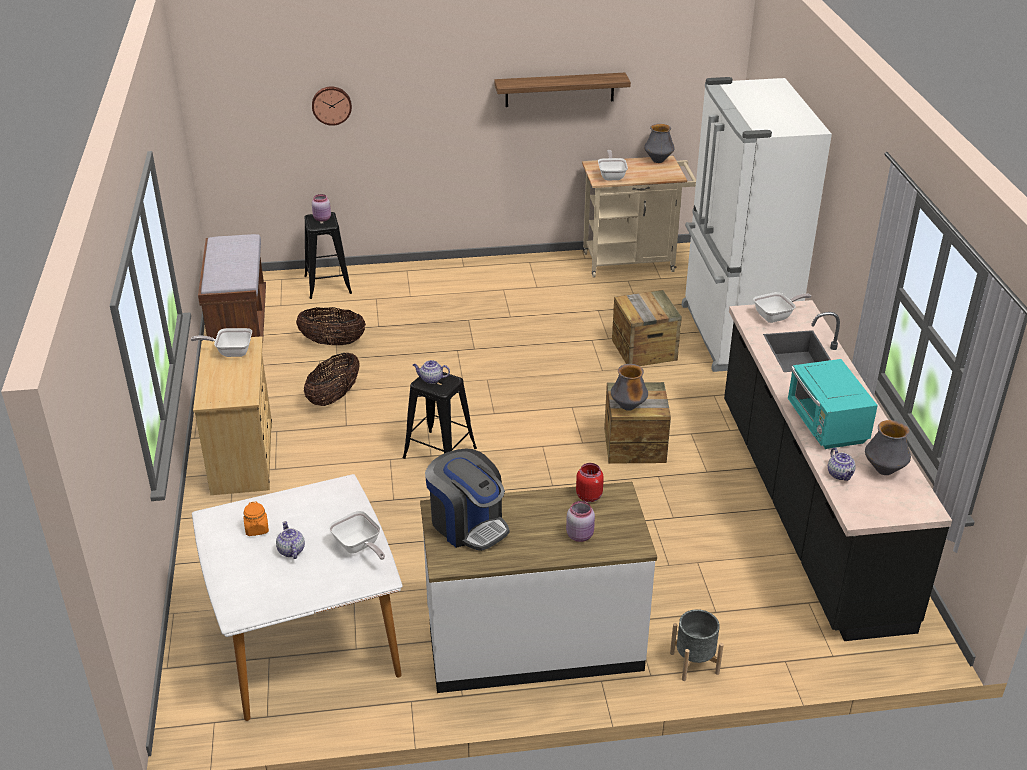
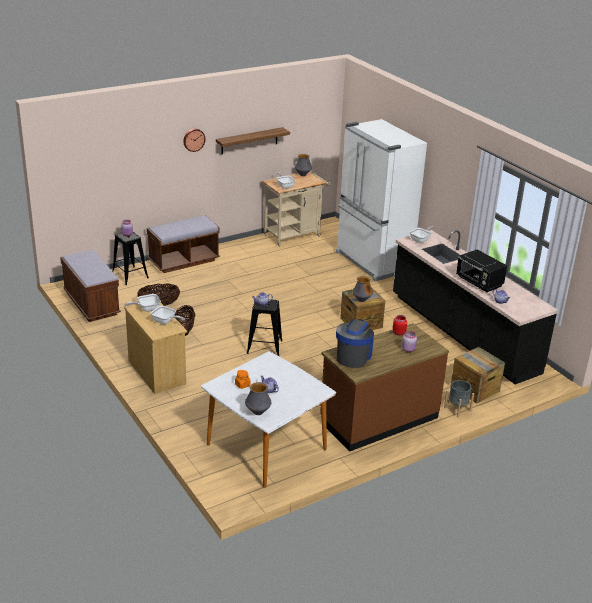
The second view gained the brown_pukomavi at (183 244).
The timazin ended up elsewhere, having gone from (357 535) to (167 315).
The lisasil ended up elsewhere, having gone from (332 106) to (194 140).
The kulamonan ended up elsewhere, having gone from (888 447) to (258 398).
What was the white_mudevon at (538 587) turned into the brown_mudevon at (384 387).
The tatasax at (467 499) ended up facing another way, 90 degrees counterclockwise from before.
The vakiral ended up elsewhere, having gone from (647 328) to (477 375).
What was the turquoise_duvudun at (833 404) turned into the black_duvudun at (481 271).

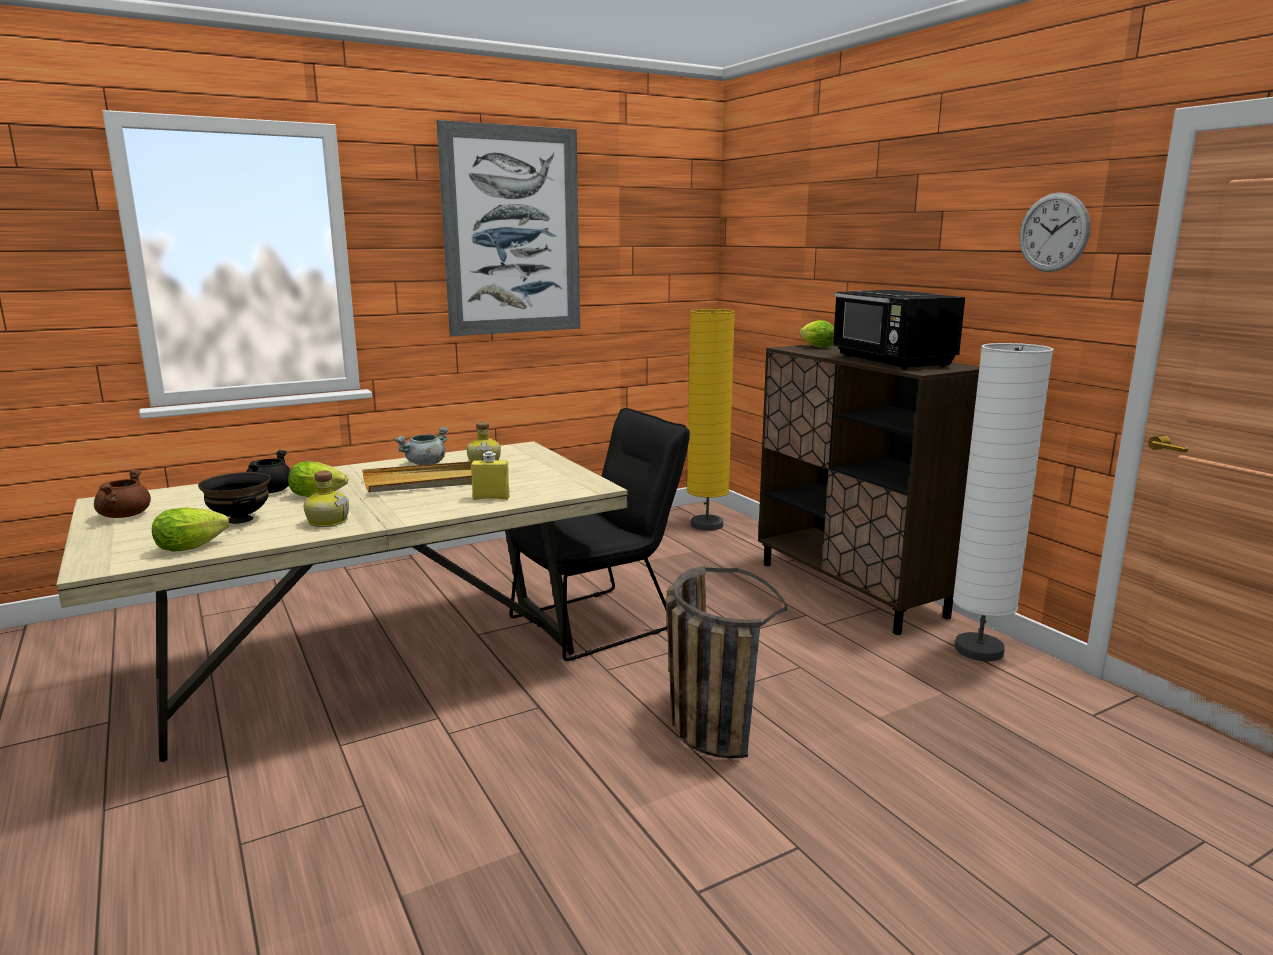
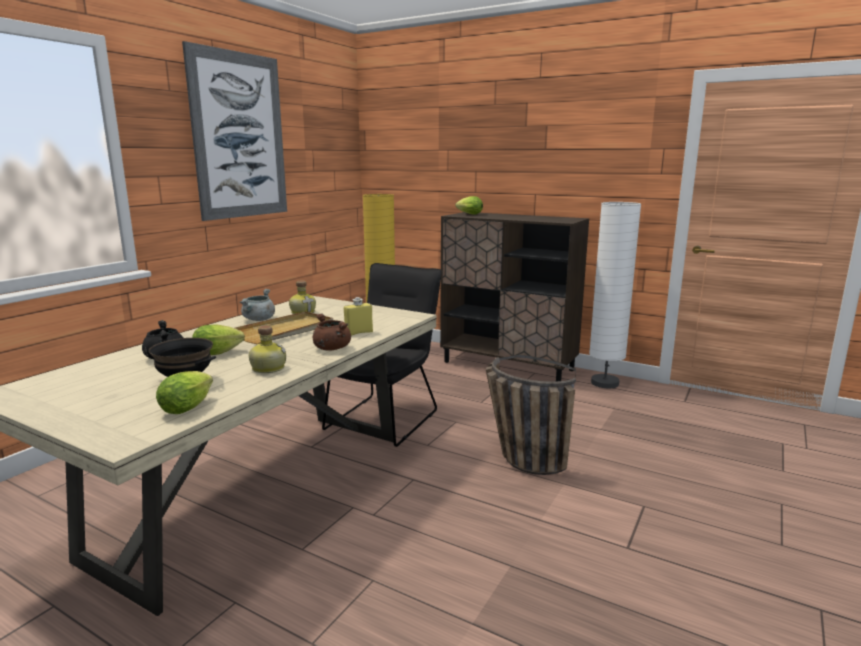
The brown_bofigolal ended up elsewhere, having gone from (122 493) to (332 332).
The second view lost the black_duvudun at (899 330).
The second view lost the lisasil at (1055 232).

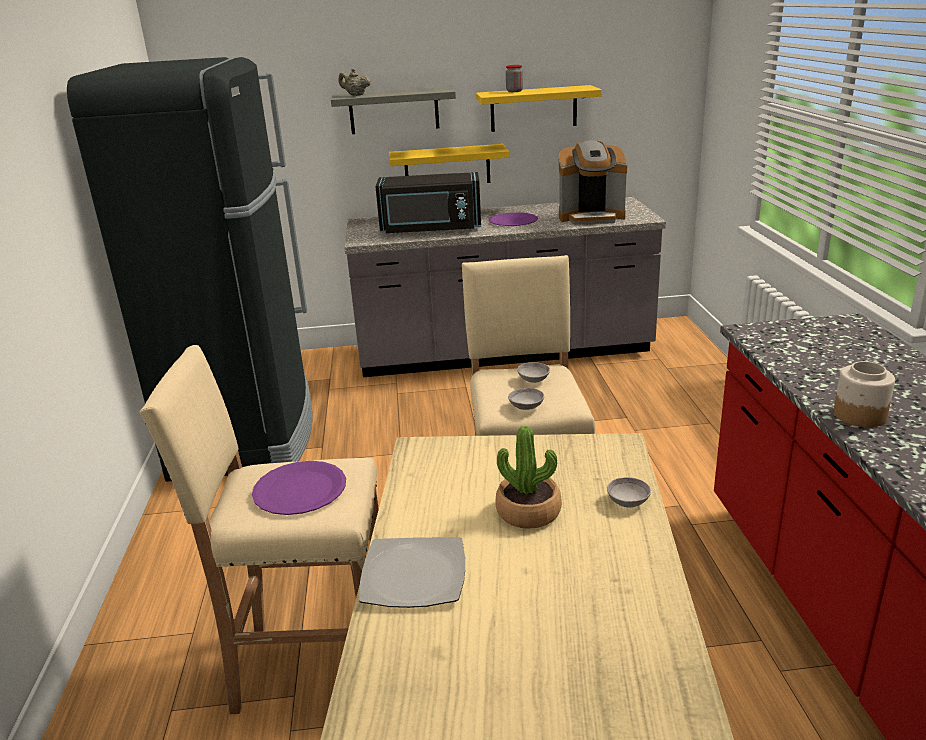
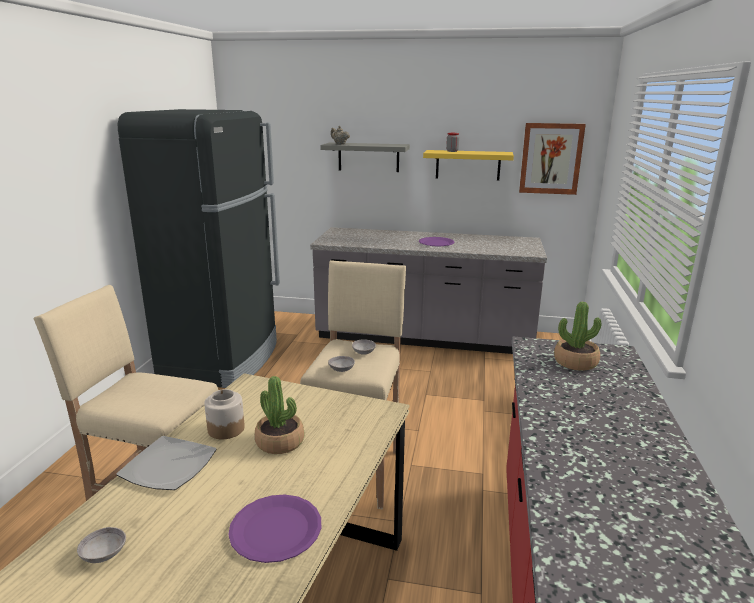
The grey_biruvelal ended up elsewhere, having gone from (629 492) to (101 545).
The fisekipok ended up elsewhere, having gone from (864 394) to (224 414).
The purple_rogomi ended up elsewhere, having gone from (299 488) to (274 529).
The second view gained the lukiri at (552 159).
The second view gained the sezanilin at (578 336).
The second view lost the black_duvudun at (428 203).
The second view lost the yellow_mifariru at (449 163).
The second view lost the tatasax at (593 182).

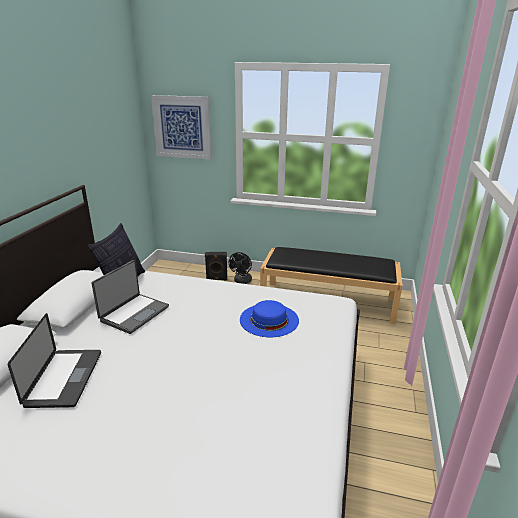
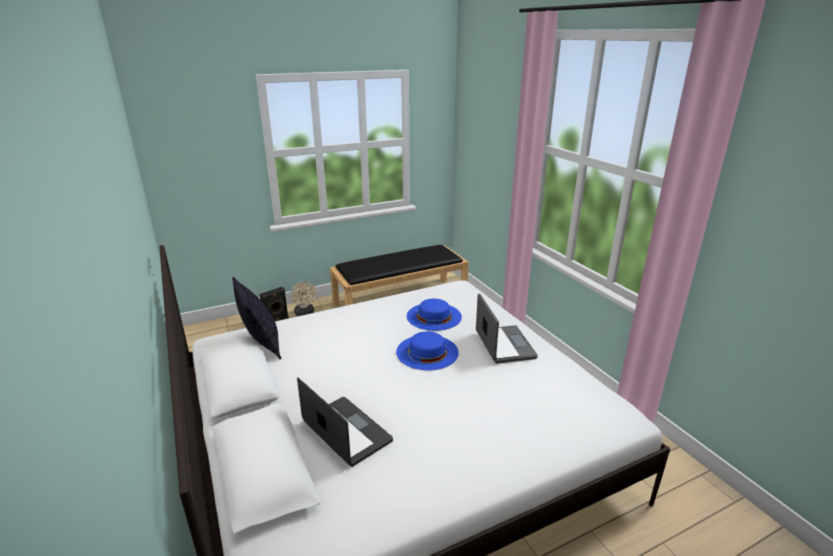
What was the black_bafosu at (240 268) turned into the beige_bafosu at (304 298).
The second view gained the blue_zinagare at (427 351).
The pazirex ended up elsewhere, having gone from (130 297) to (507 329).
The second view lost the lukiri at (181 127).

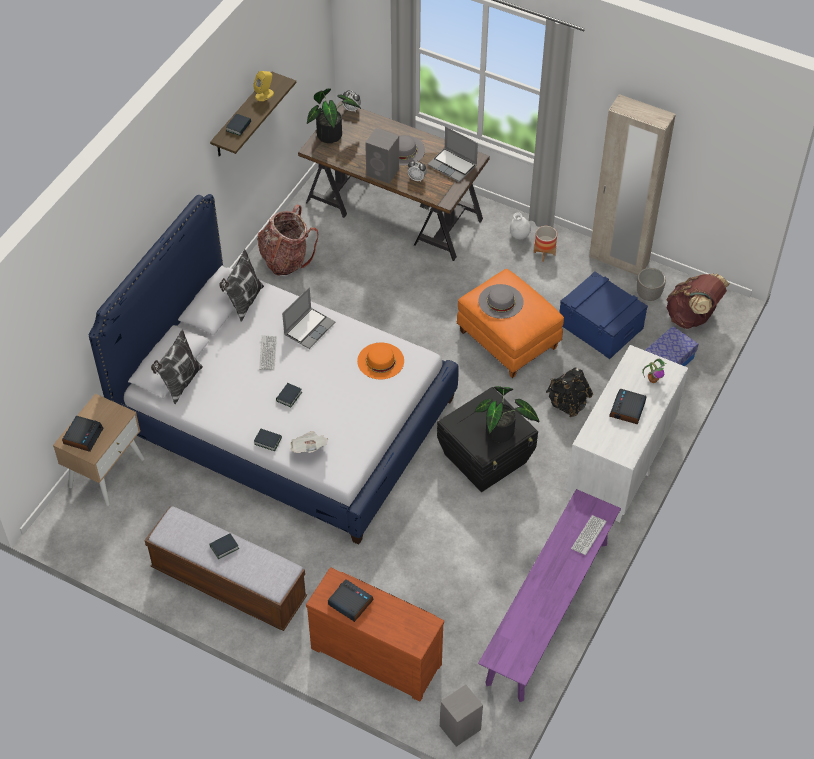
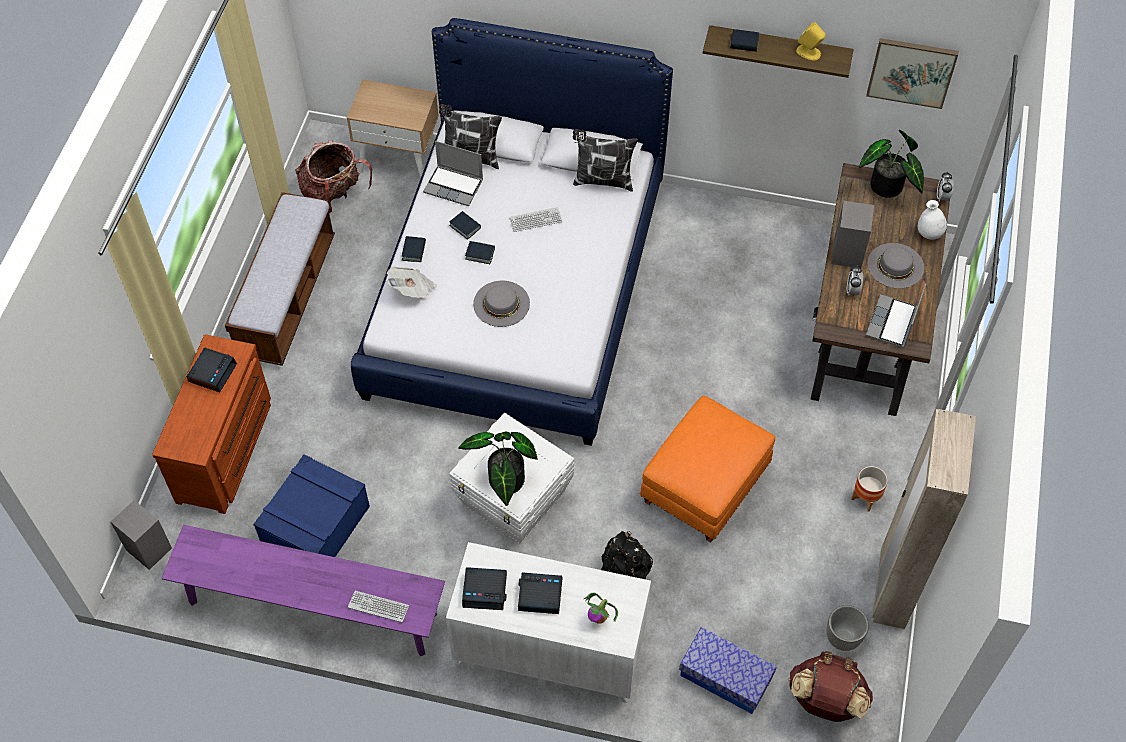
The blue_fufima ended up elsewhere, having gone from (603 315) to (311 505).
The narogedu ended up elsewhere, having gone from (287 240) to (333 176).
The pazirex ended up elsewhere, having gone from (308 318) to (453 173).
The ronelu ended up elsewhere, having gone from (224 546) to (465 225).
What was the black_fufima at (487 439) turned into the white_fufima at (511 478).
The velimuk ended up elsewhere, having gone from (82 434) to (484 588).
The grey_zinagare ended up elsewhere, having gone from (501 301) to (501 304).
The second view gained the lukiri at (912 73).
The white_kulamonan ended up elsewhere, having gone from (520 225) to (932 219).
The second view lost the orange_zinagare at (380 361).

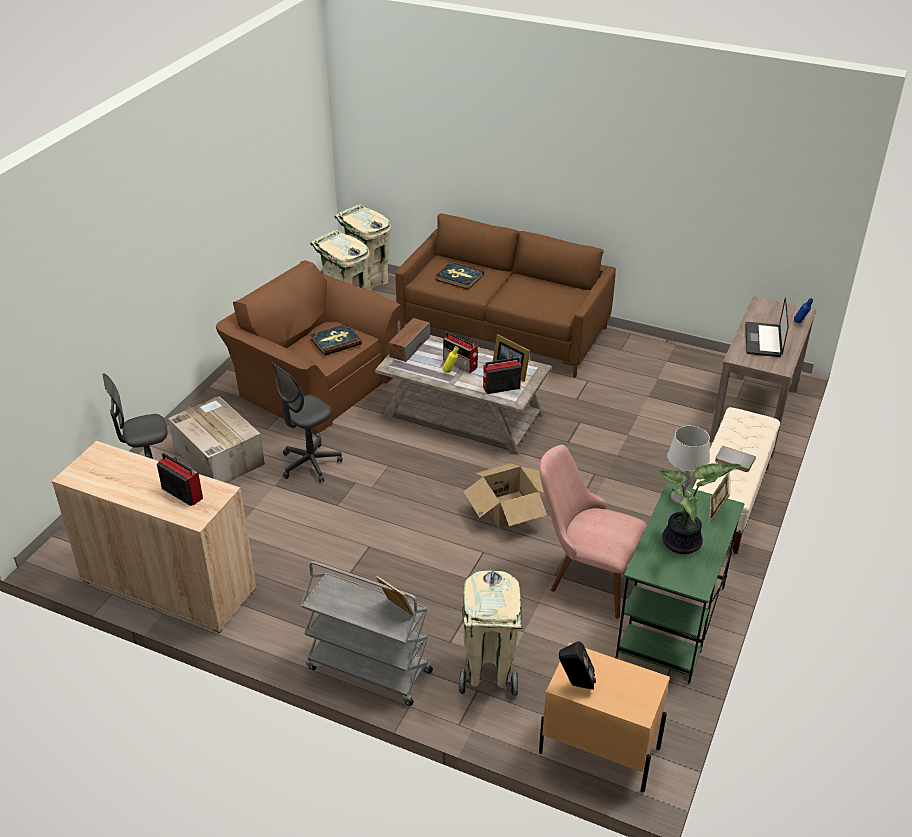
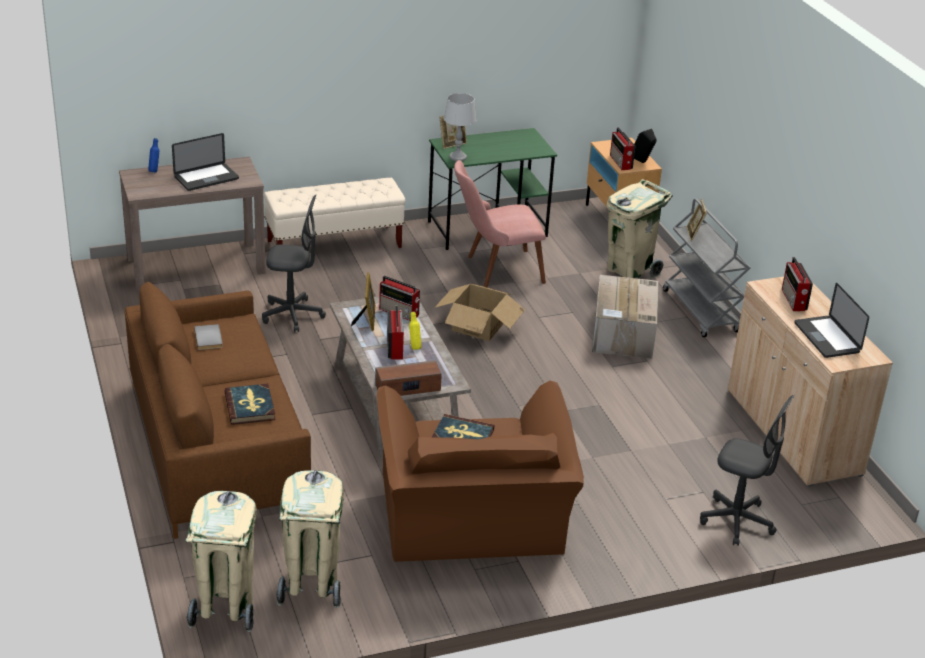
The grey_ronelu ended up elsewhere, having gone from (735 459) to (208 337).
The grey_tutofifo ended up elsewhere, having gone from (307 422) to (294 263).
The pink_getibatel at (593 532) ended up facing another way, 90 degrees clockwise from before.
The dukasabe ended up elsewhere, having gone from (216 439) to (625 317).
The second view gained the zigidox at (622 148).
The second view gained the pazirex at (831 320).
The second view lost the sezanilin at (699 508).

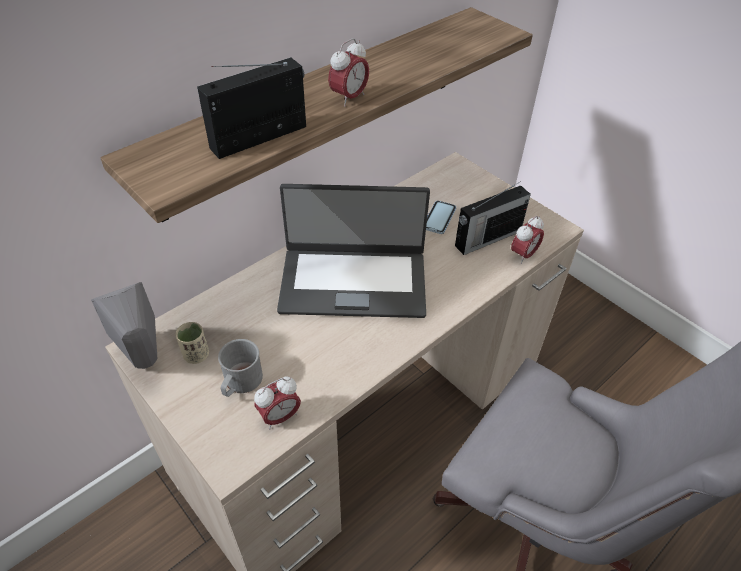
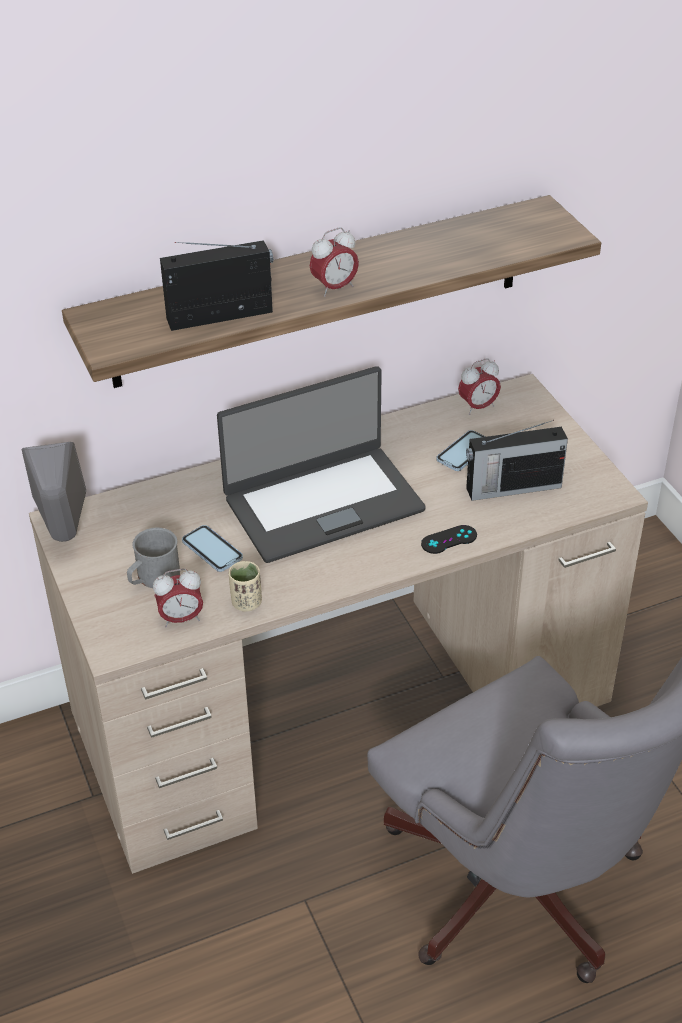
The second view gained the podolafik at (212 548).
The pazirex at (353 251) ended up facing another way, 45 degrees counterclockwise from before.
The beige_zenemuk ended up elsewhere, having gone from (192 343) to (245 586).
The second view gained the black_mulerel at (449 539).
The velimuk ended up elsewhere, having gone from (527 240) to (479 386).

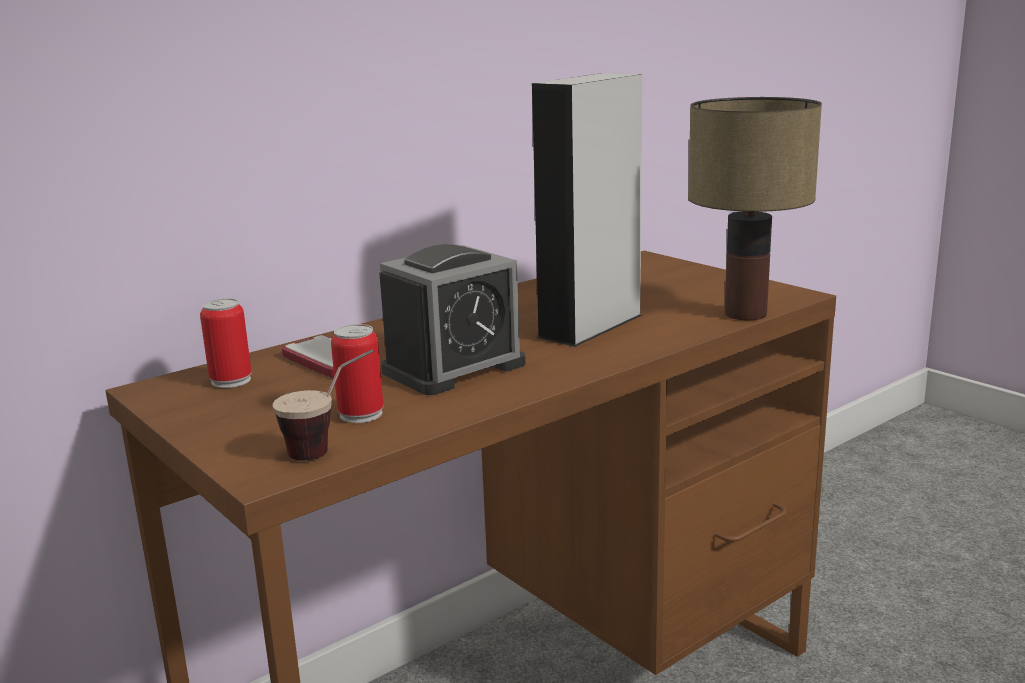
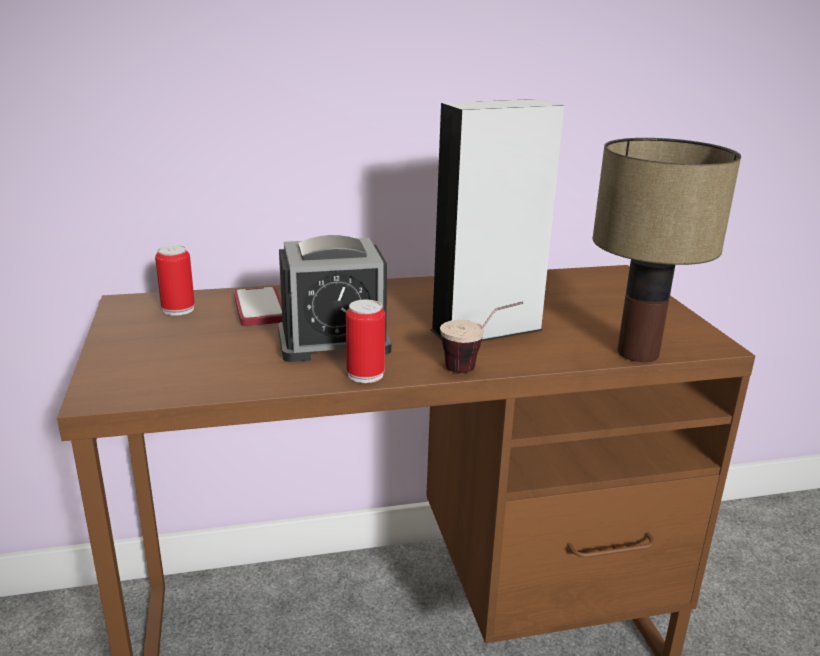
The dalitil ended up elsewhere, having gone from (357 373) to (365 341).
The zenemuk ended up elsewhere, having gone from (323 405) to (481 337).

